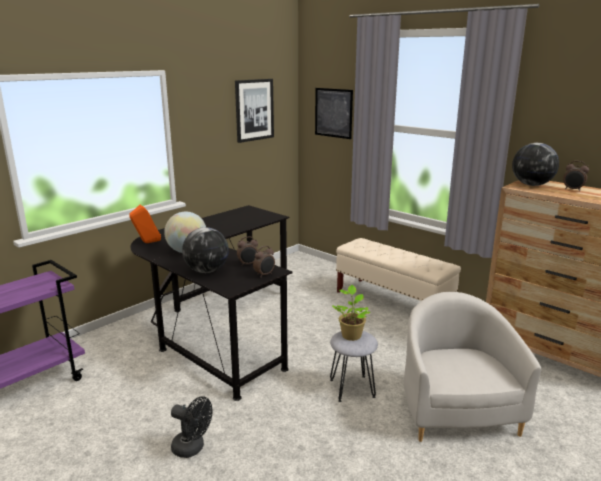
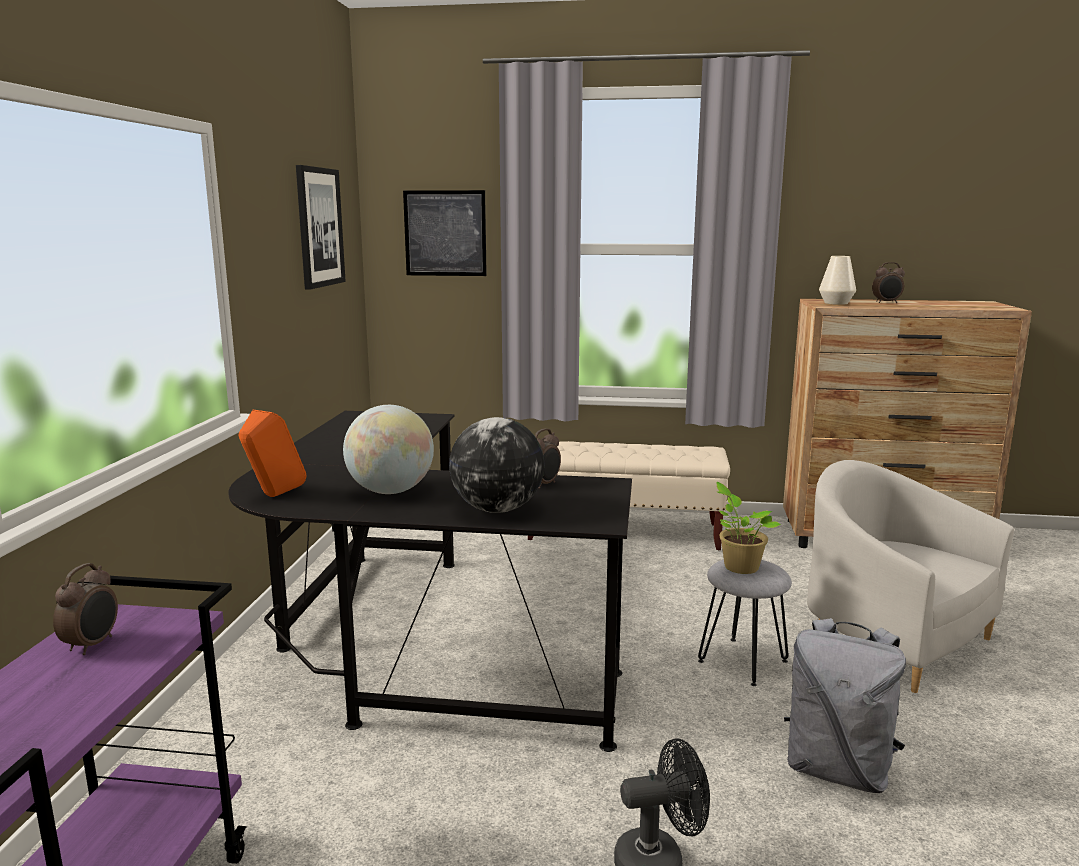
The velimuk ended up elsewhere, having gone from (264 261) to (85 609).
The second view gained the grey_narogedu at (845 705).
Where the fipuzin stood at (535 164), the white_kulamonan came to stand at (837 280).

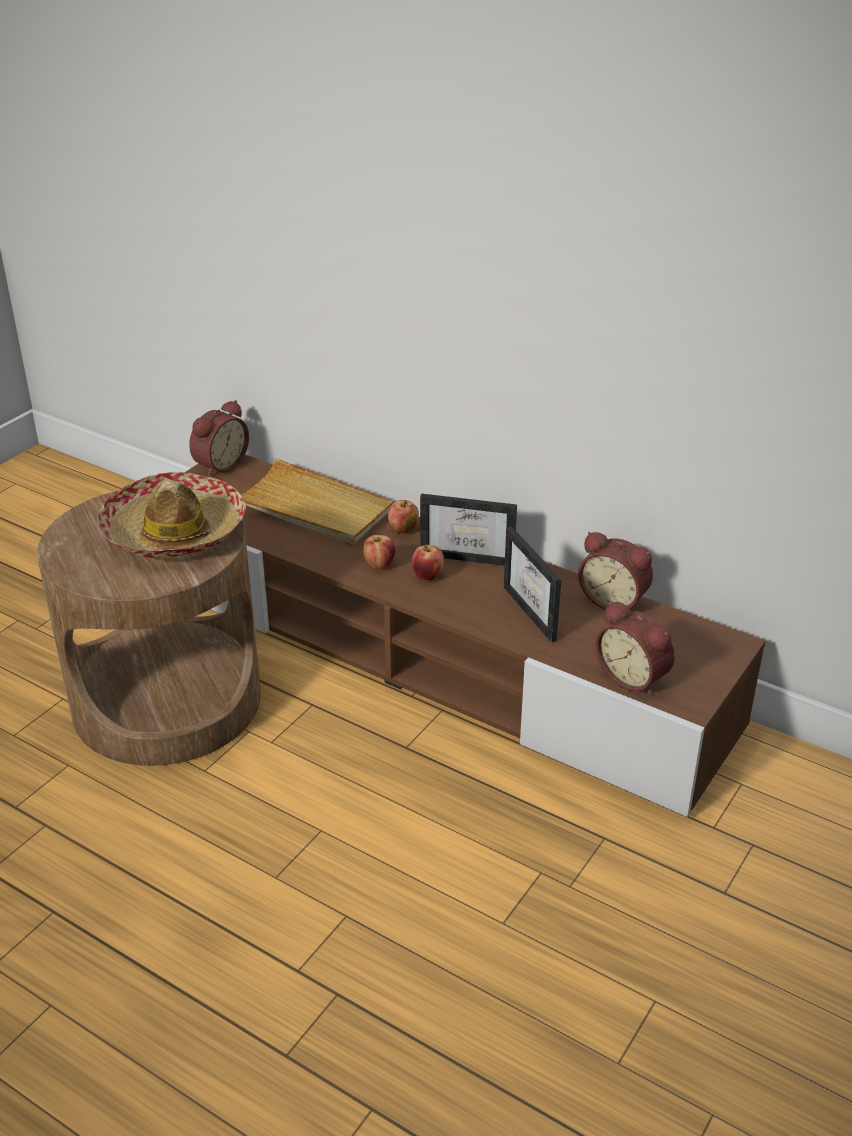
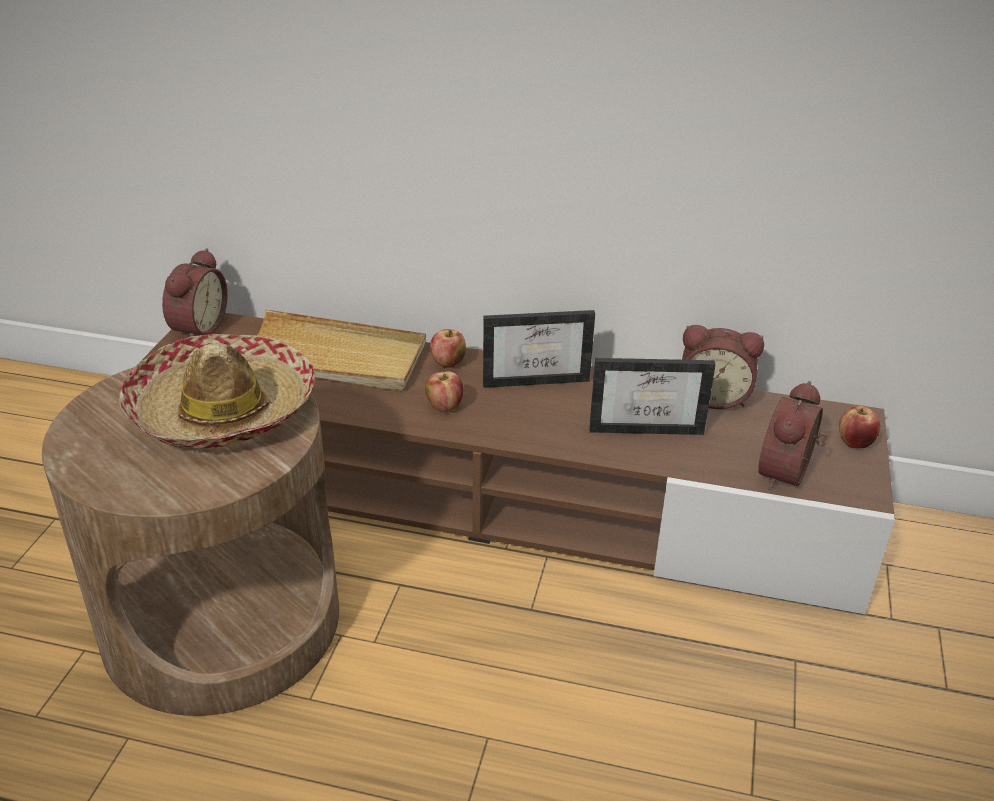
The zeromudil at (532 584) ended up facing another way, 45 degrees counterclockwise from before.
The velimuk at (635 648) ended up facing another way, 90 degrees clockwise from before.
The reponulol ended up elsewhere, having gone from (428 563) to (859 427).

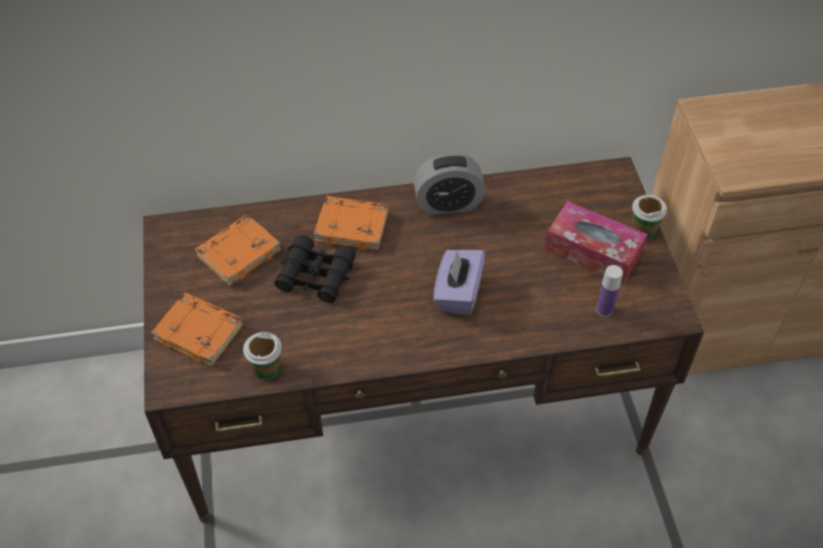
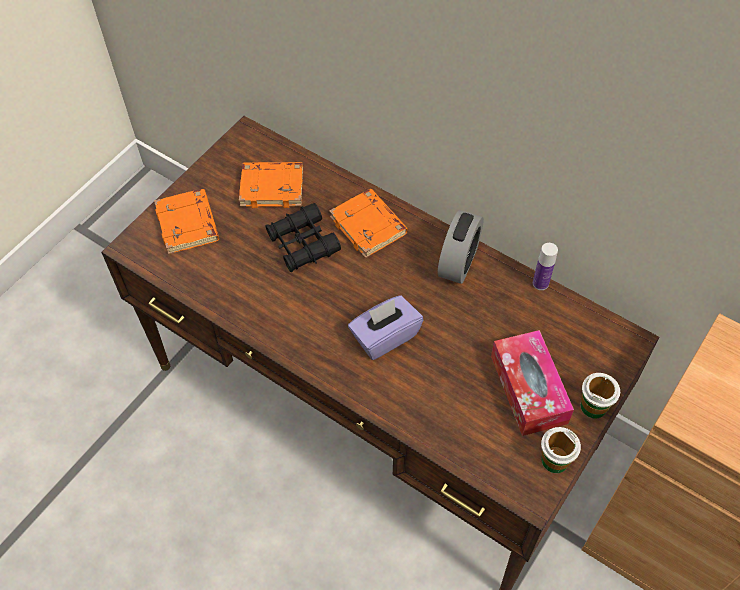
The velimuk at (449 184) ended up facing another way, 105 degrees counterclockwise from before.
The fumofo ended up elsewhere, having gone from (609 291) to (545 266).
The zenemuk ended up elsewhere, having gone from (262 356) to (561 450).

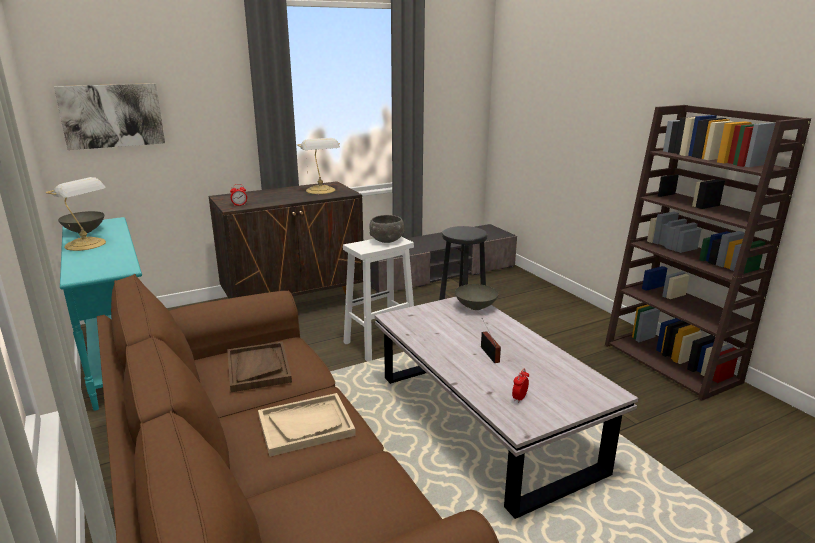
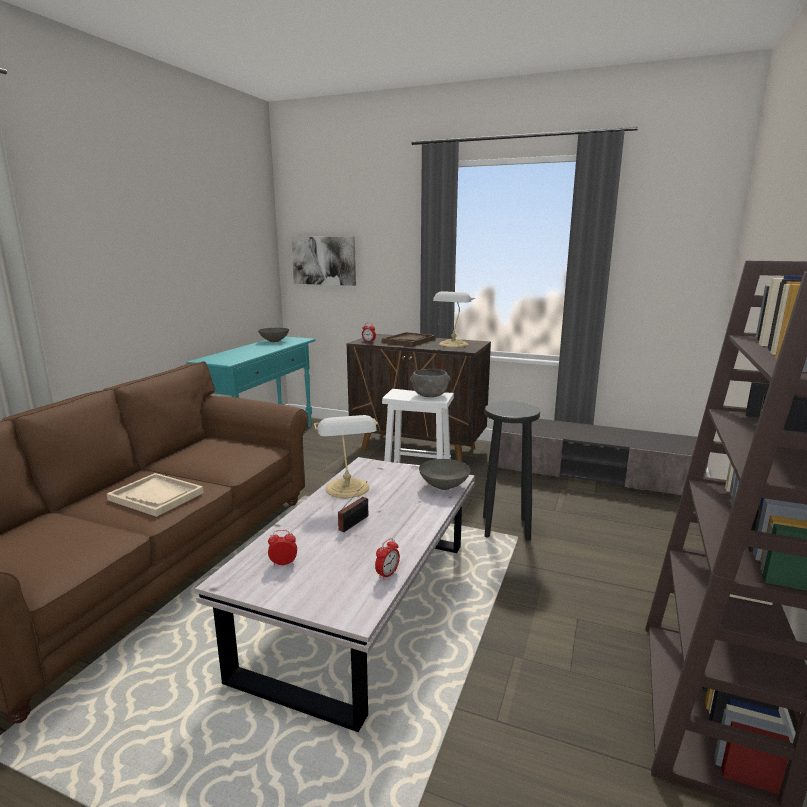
The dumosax ended up elsewhere, having gone from (75 214) to (346 456).
The second view gained the velimuk at (387 559).
The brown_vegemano ended up elsewhere, having gone from (259 366) to (408 339).

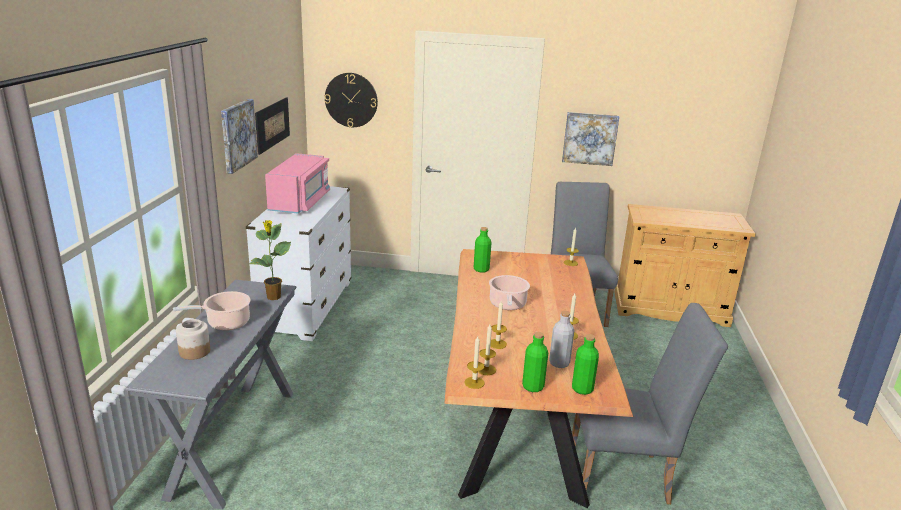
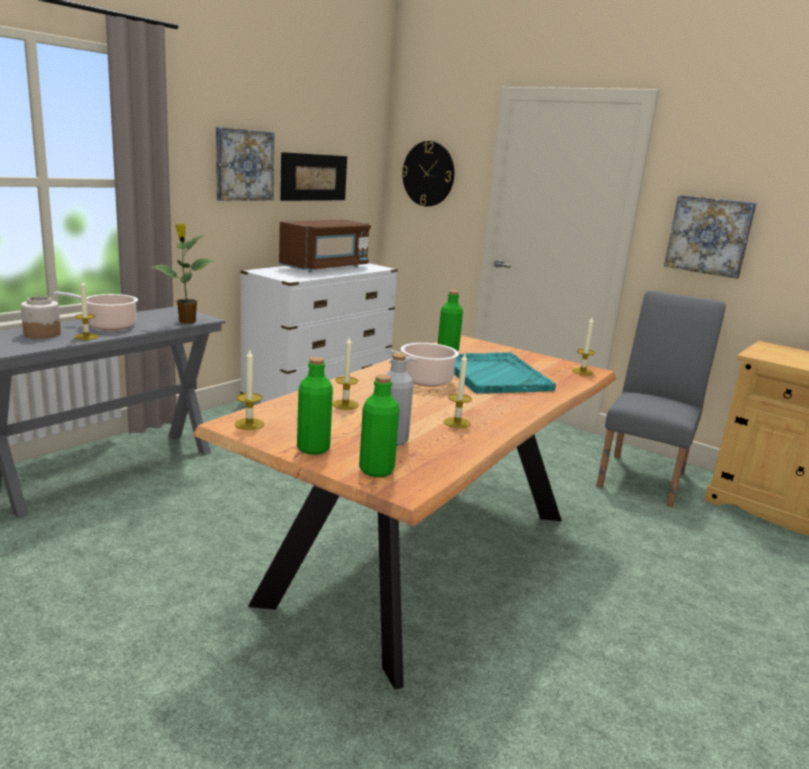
The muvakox ended up elsewhere, having gone from (487 350) to (87 309).
What was the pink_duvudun at (297 183) turned into the brown_duvudun at (325 245).
The second view gained the turquoise_vegemano at (505 372).
The second view lost the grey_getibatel at (650 403).

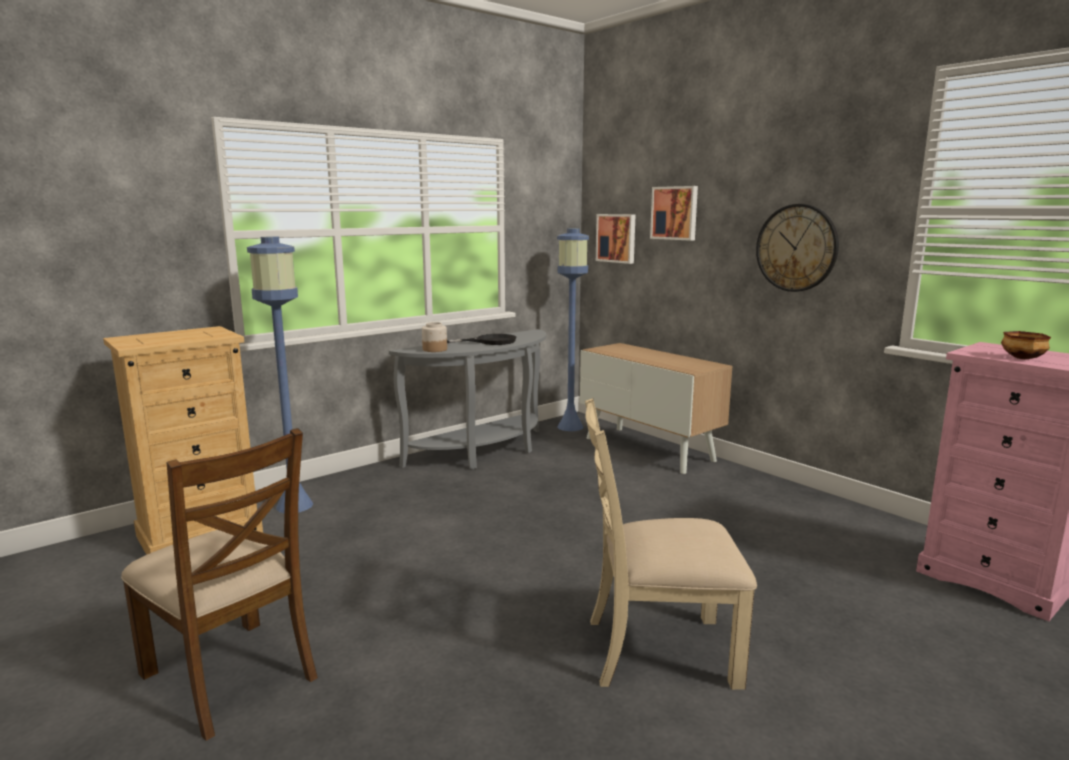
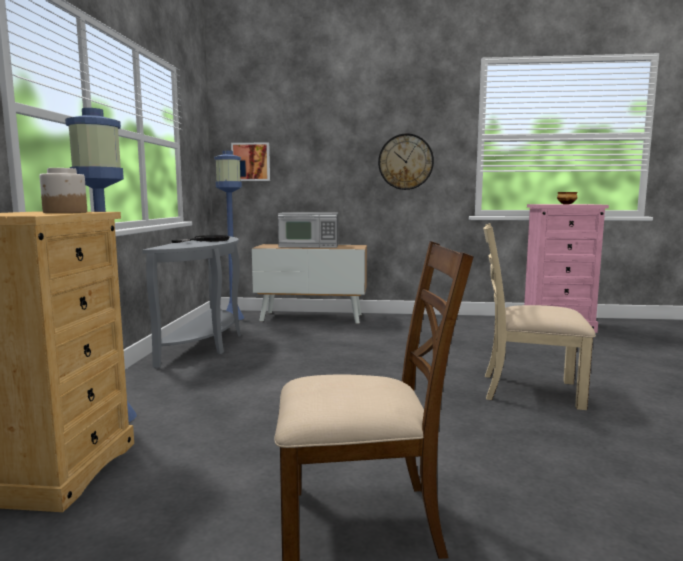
The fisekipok ended up elsewhere, having gone from (434 337) to (63 190).
The second view gained the duvudun at (308 230).
The beige_getibatel at (671 544) ended up facing another way, 60 degrees clockwise from before.
The second view lost the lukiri at (674 213).

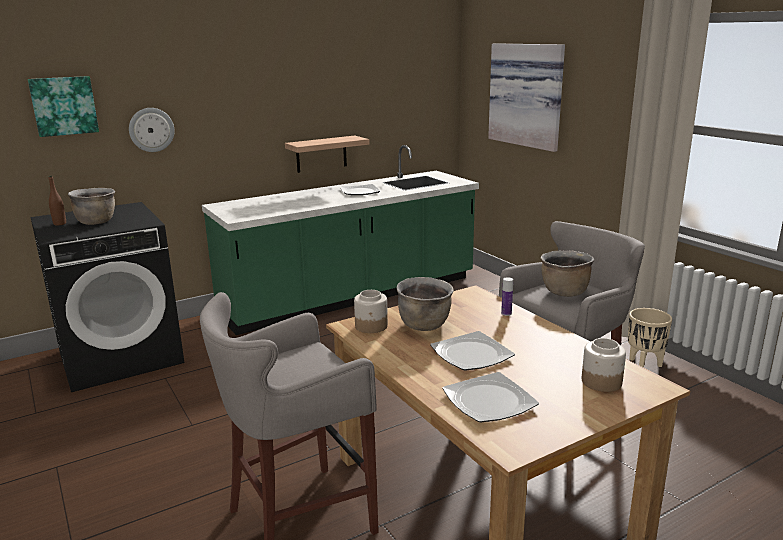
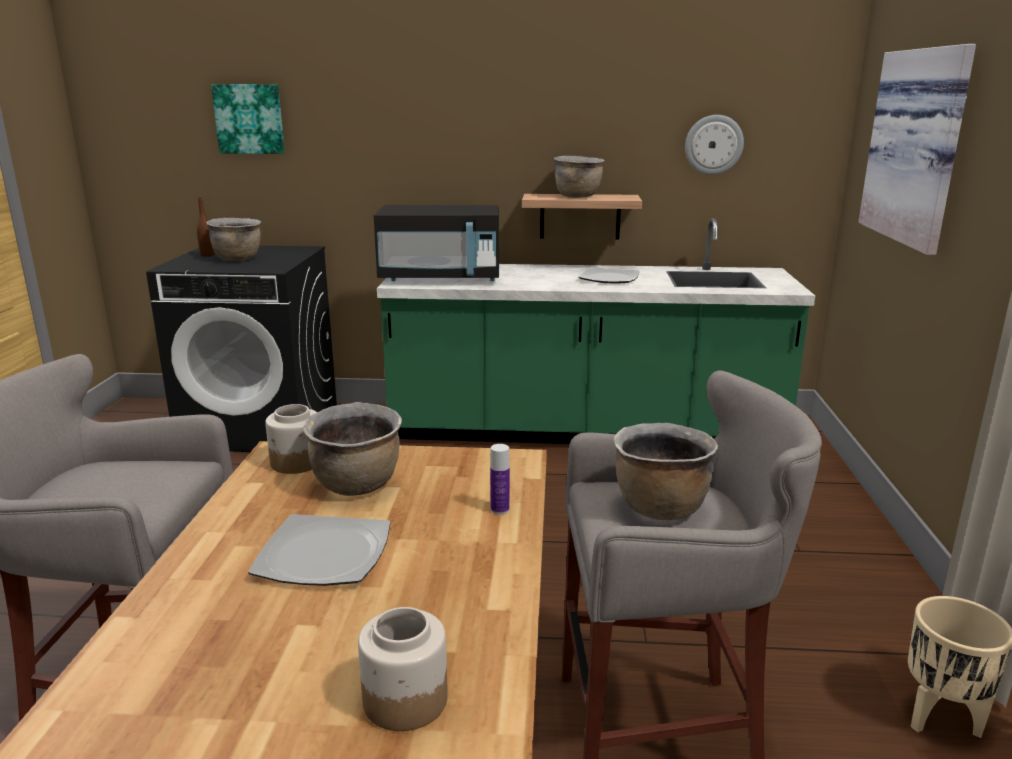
The second view gained the black_duvudun at (436 243).
The second view gained the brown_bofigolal at (579 177).
The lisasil ended up elsewhere, having gone from (152 130) to (714 145).
The second view lost the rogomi at (490 397).

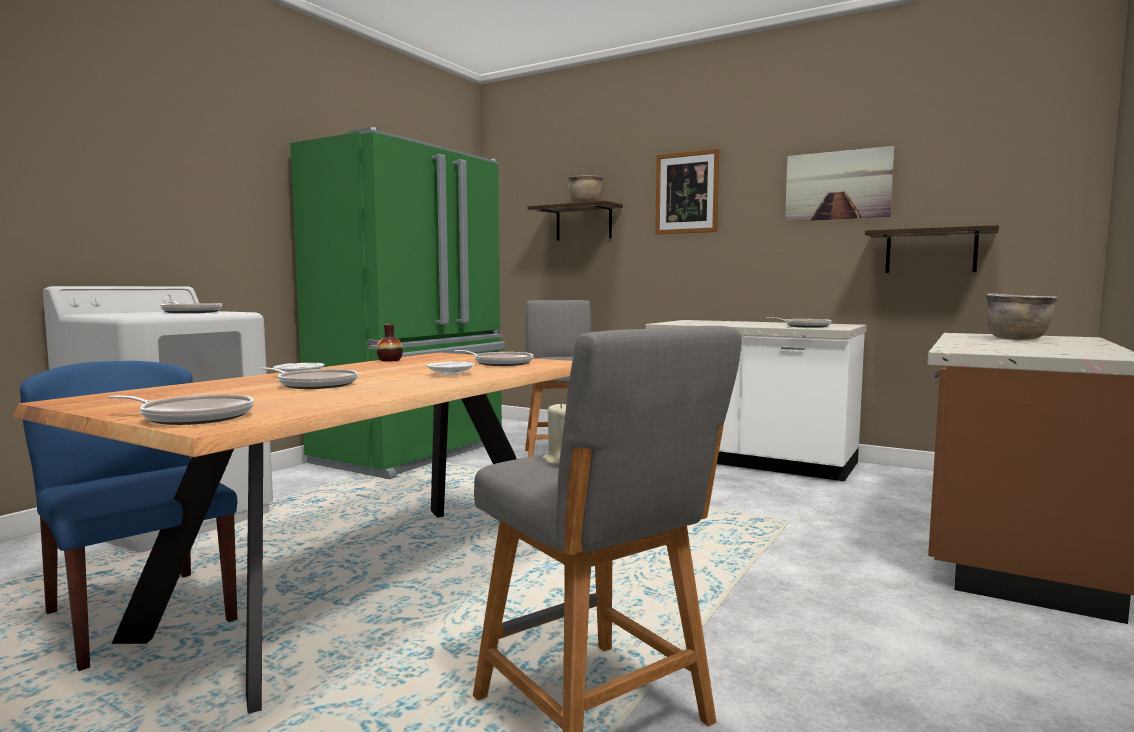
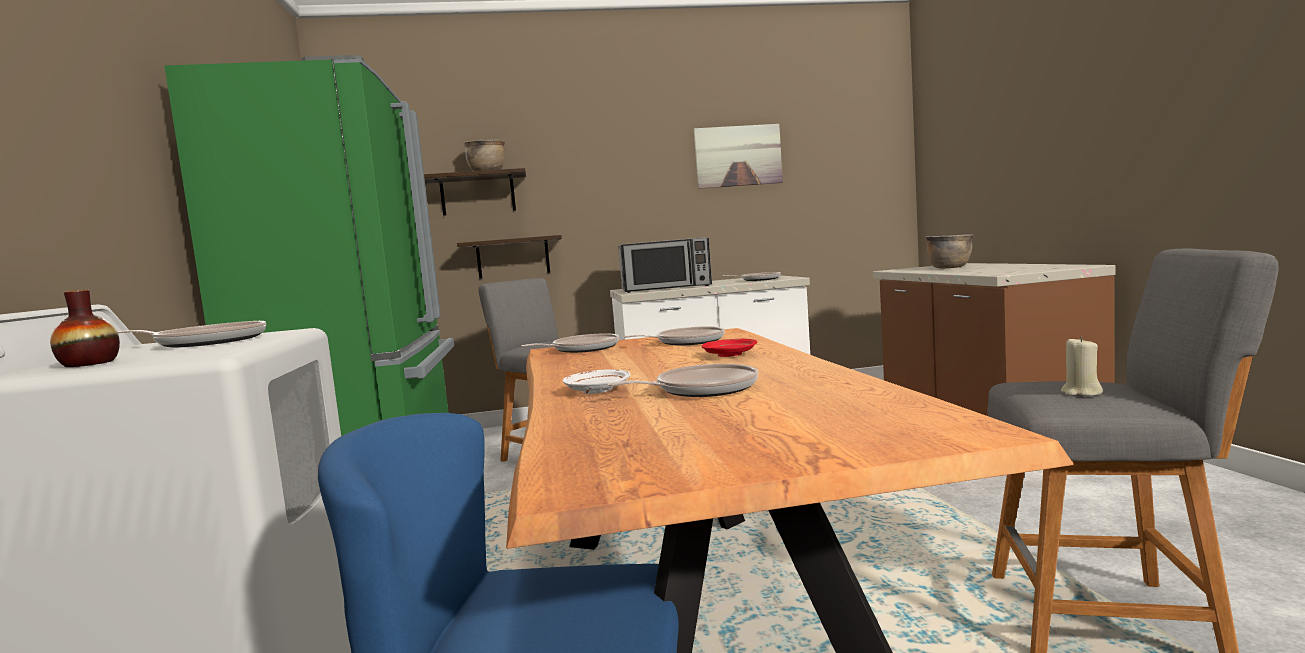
The kulamonan ended up elsewhere, having gone from (389 343) to (85 328).
The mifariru ended up elsewhere, having gone from (932 249) to (509 257).
The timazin ended up elsewhere, having gone from (181 409) to (570 343).
The second view gained the duvudun at (665 265).
What was the white_rogomi at (450 368) turned into the red_rogomi at (729 348).
The second view lost the lukiri at (687 191).

